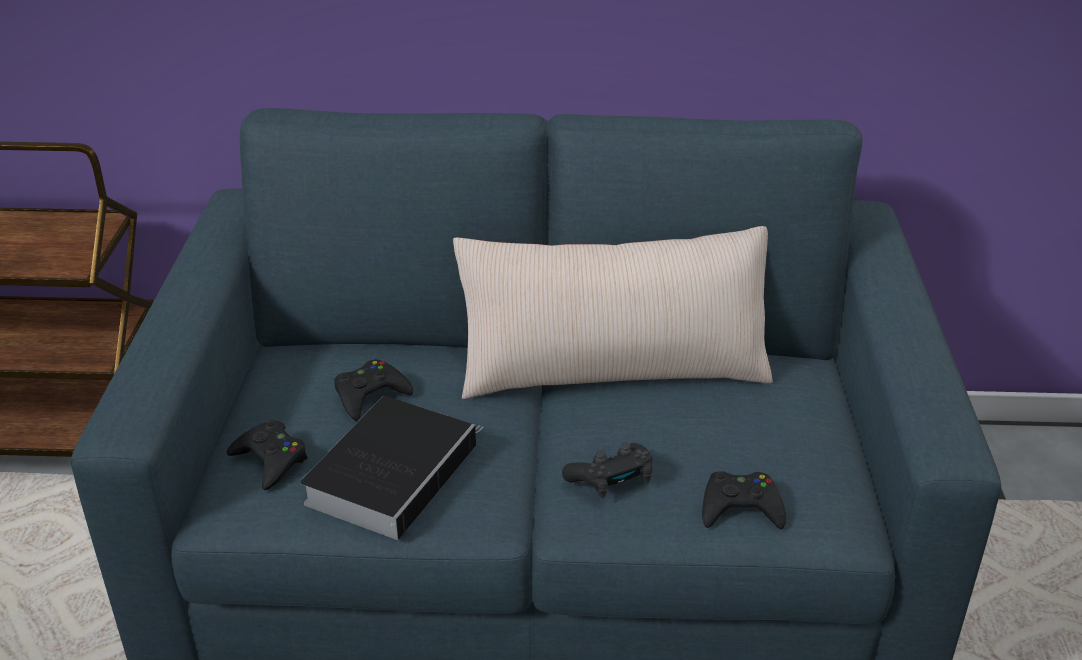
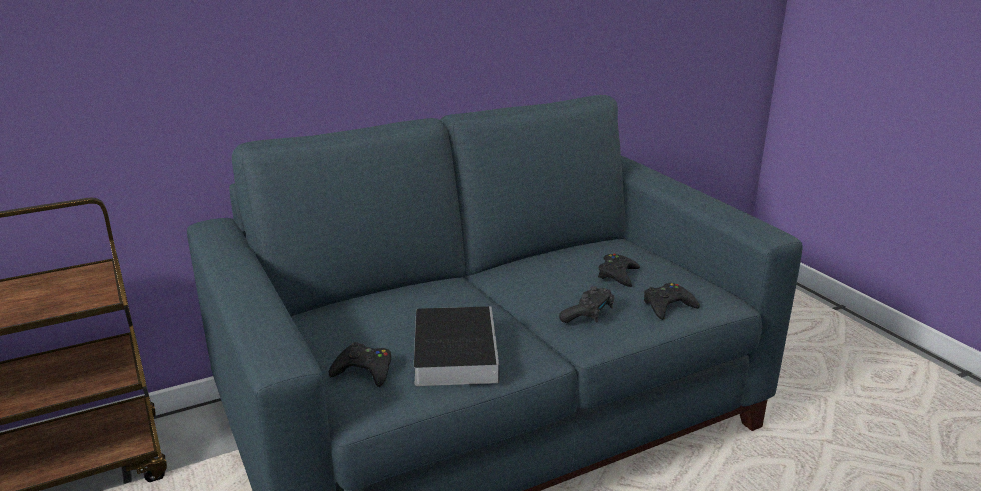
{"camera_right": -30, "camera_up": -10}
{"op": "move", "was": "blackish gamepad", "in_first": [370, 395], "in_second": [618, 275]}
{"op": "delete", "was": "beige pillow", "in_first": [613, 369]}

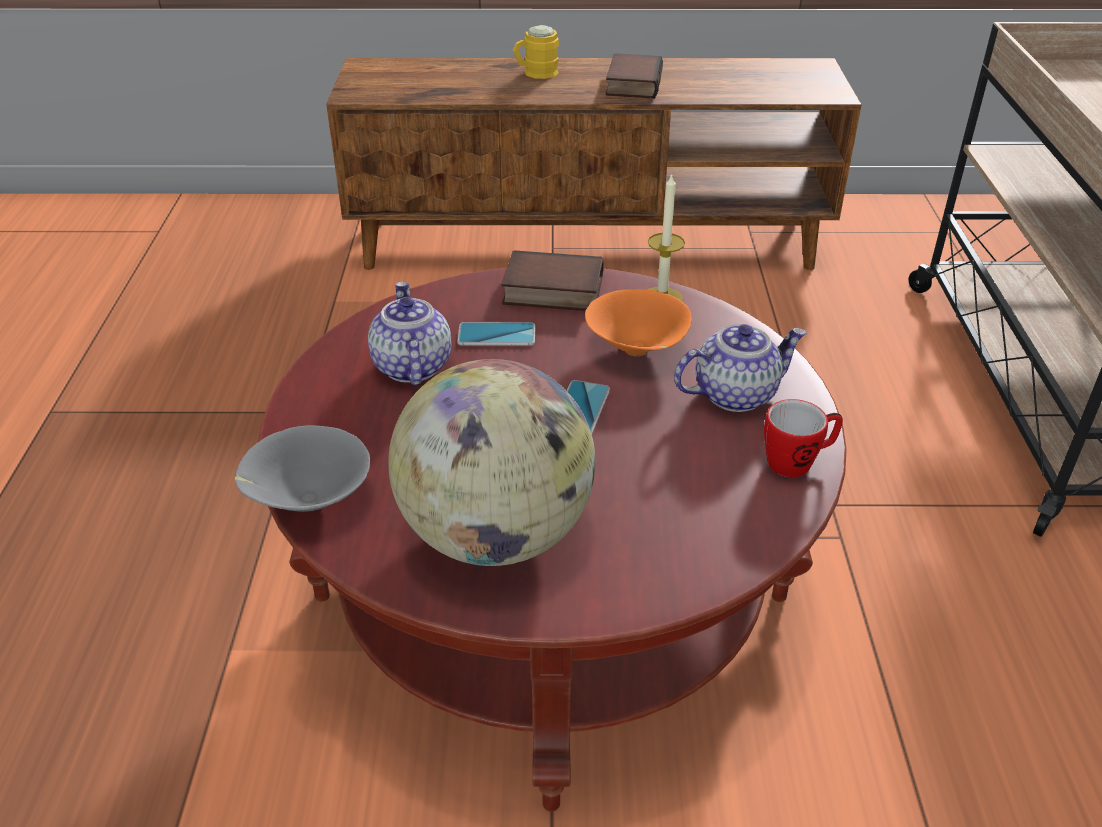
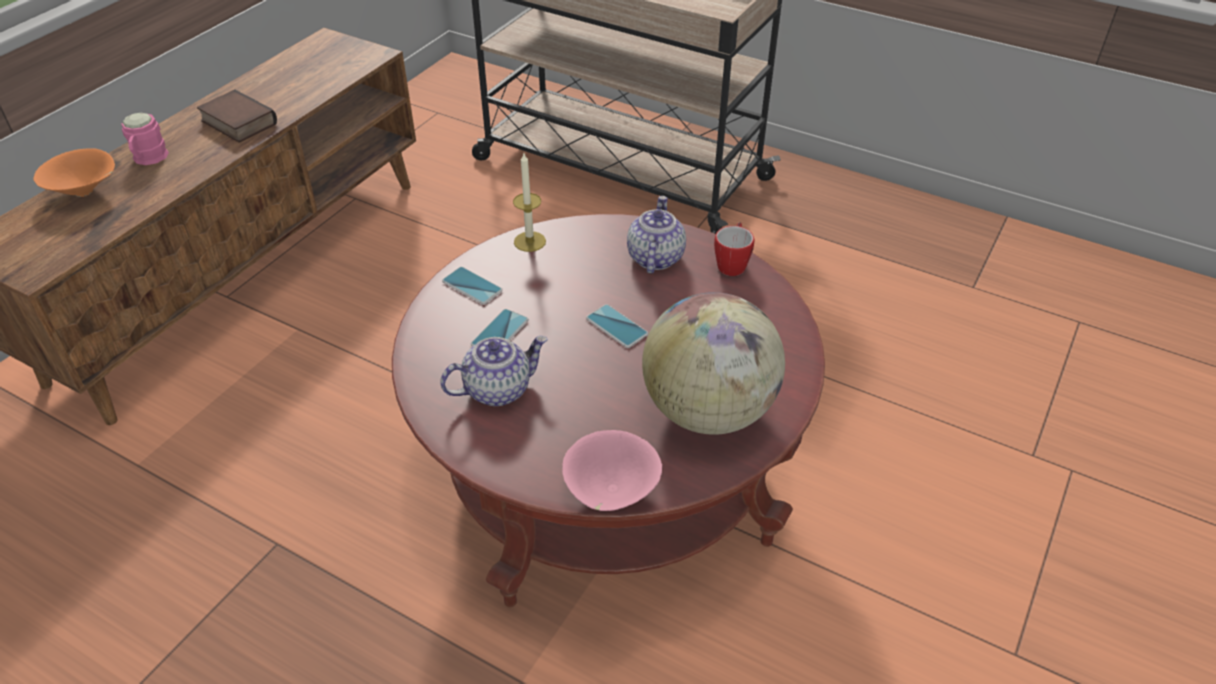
{"camera_right": -60, "camera_up": 5}
{"op": "recolor", "was": "gray bowl", "now": "pink-coloured bowl", "in_first": [307, 501], "in_second": [610, 492]}
{"op": "rotate", "was": "teapot", "in_first": [410, 366], "in_second": [498, 389], "clockwise": 135}
{"op": "replace", "was": "volume", "now": "telephone", "in_first": [551, 292], "in_second": [472, 286]}
{"op": "recolor", "was": "yellow-coloured tea mug", "now": "pink-coloured tea mug", "in_first": [535, 73], "in_second": [148, 159]}
{"op": "move", "was": "orange-coloured bowl", "in_first": [637, 351], "in_second": [85, 192]}

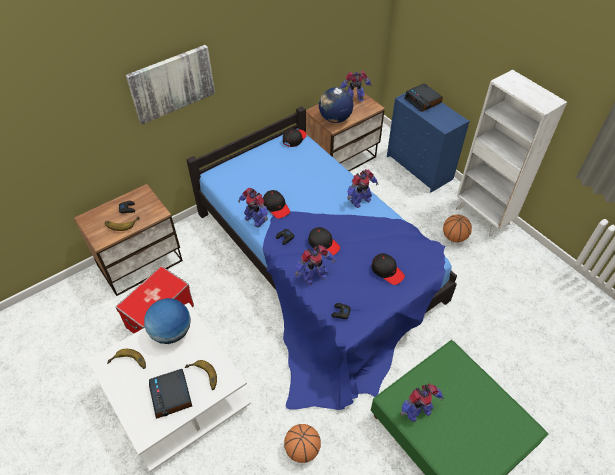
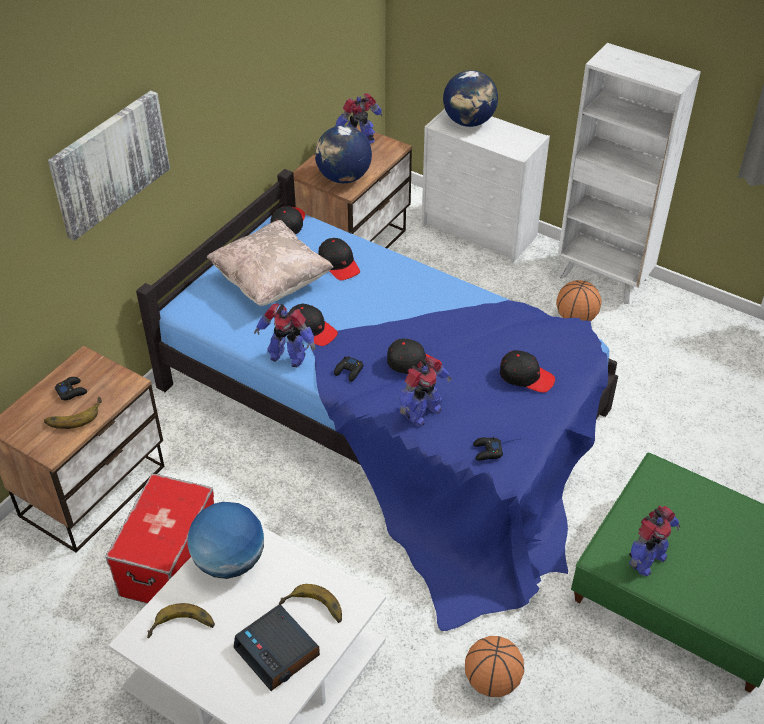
{"camera_right": -20, "camera_up": -5}
{"op": "delete", "was": "toy robot", "in_first": [360, 200]}
{"op": "recolor", "was": "bluish drawer chest", "now": "white drawer chest", "in_first": [420, 168], "in_second": [480, 231]}
{"op": "replace", "was": "alarm clock", "now": "desk globe", "in_first": [423, 101], "in_second": [469, 122]}
{"op": "insert", "now": "beige pillow", "in_second": [271, 282]}
{"op": "insert", "now": "blackish peaked cap", "in_second": [339, 264]}

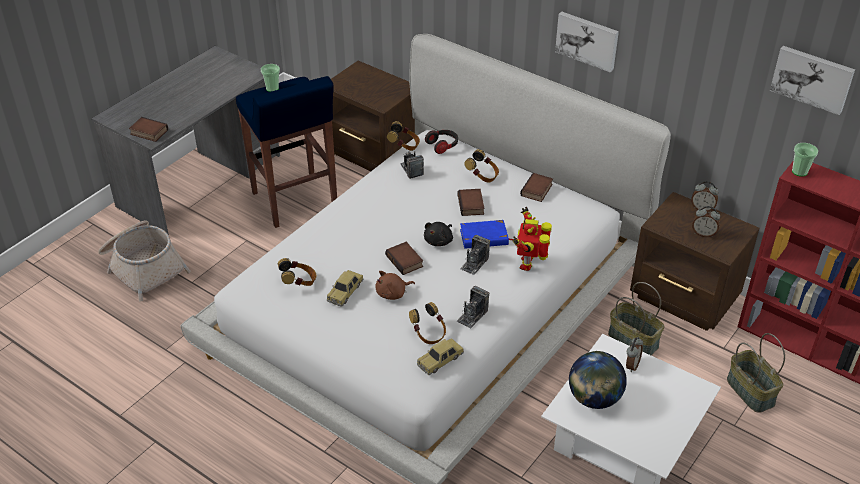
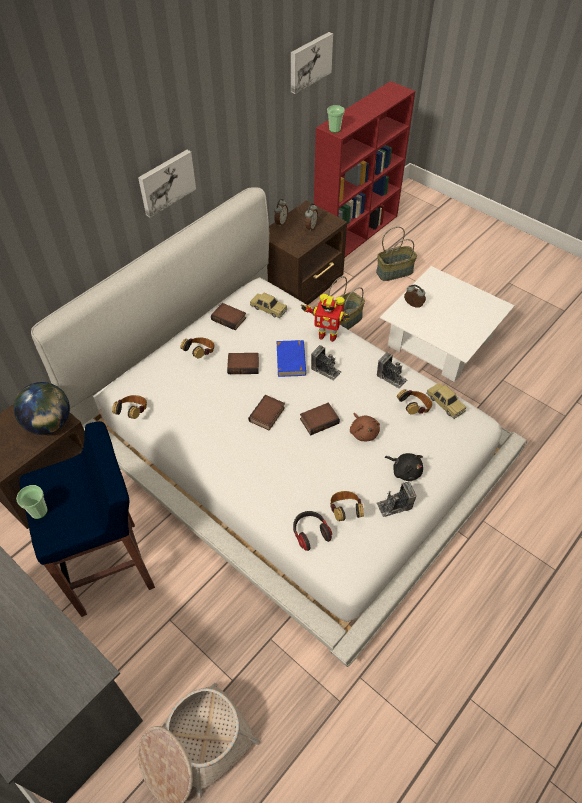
{"camera_right": -85, "camera_up": 10}
{"op": "move", "was": "volume", "in_first": [148, 132], "in_second": [267, 415]}
{"op": "move", "was": "miniature car", "in_first": [345, 292], "in_second": [268, 309]}
{"op": "move", "was": "still camera", "in_first": [411, 170], "in_second": [394, 505]}
{"op": "move", "was": "blackish plush toy", "in_first": [439, 241], "in_second": [405, 471]}
{"op": "move", "was": "headphones", "in_first": [443, 145], "in_second": [310, 533]}
{"op": "move", "was": "desk globe", "in_first": [594, 398], "in_second": [49, 424]}

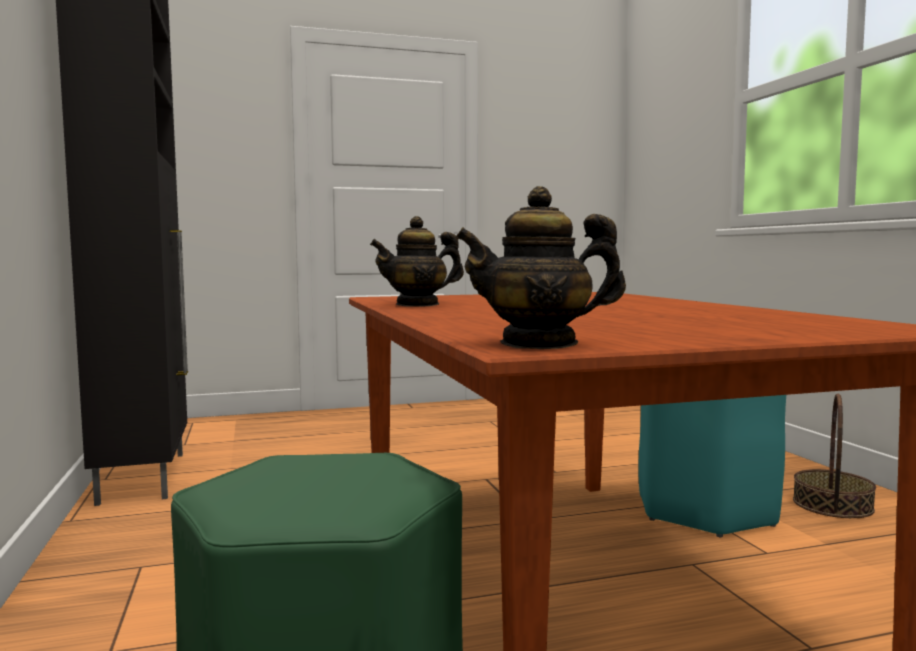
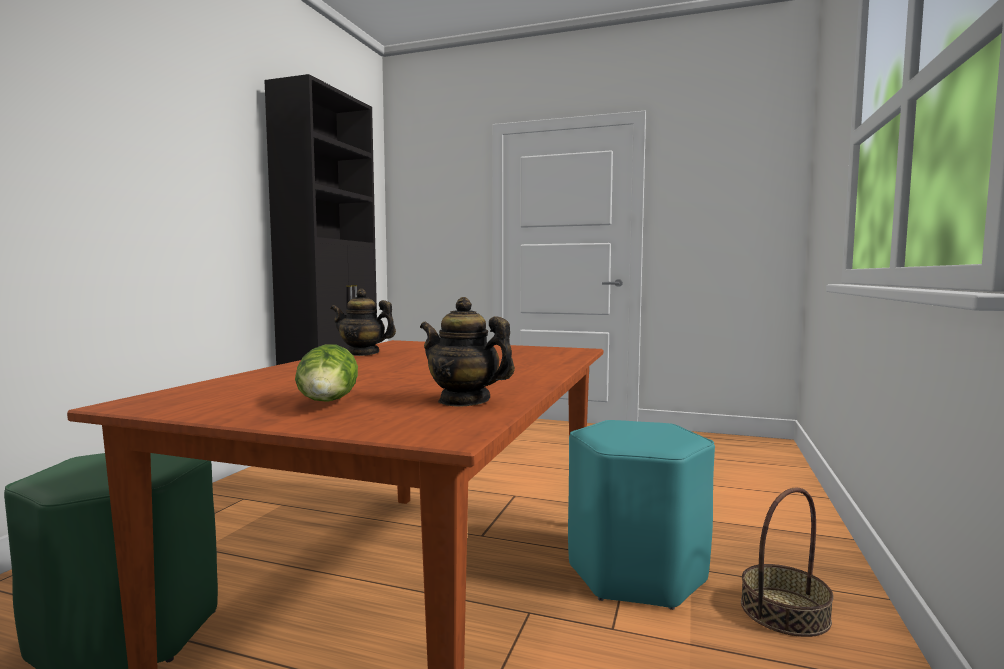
{"camera_right": 35, "camera_up": 0}
{"op": "move", "was": "teapot", "in_first": [539, 344], "in_second": [464, 401]}
{"op": "insert", "now": "lettuce", "in_second": [328, 403]}

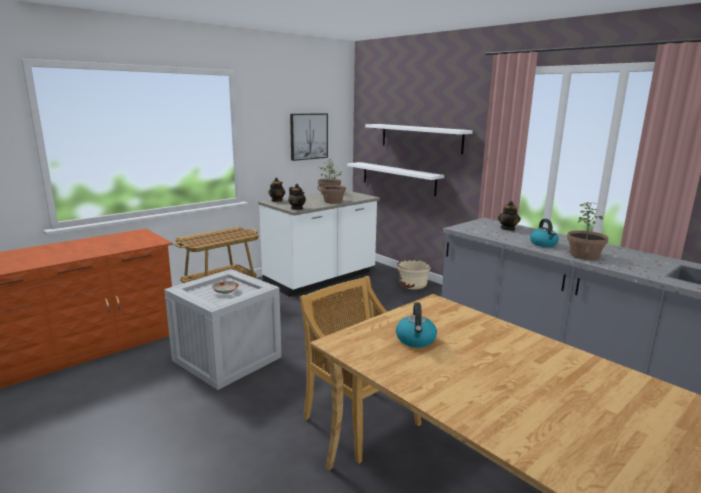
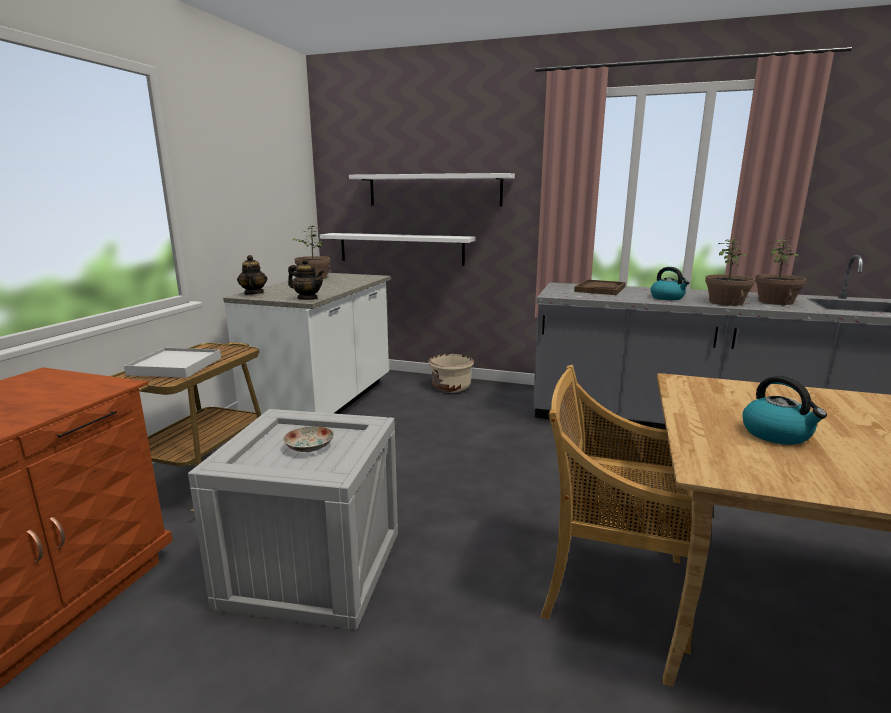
{"camera_right": -30, "camera_up": 0}
{"op": "delete", "was": "wall picture", "in_first": [308, 136]}
{"op": "move", "was": "potted plant", "in_first": [333, 201], "in_second": [776, 301]}
{"op": "replace", "was": "teapot", "now": "brown tray", "in_first": [508, 228], "in_second": [600, 289]}
{"op": "insert", "now": "white tray", "in_second": [175, 366]}

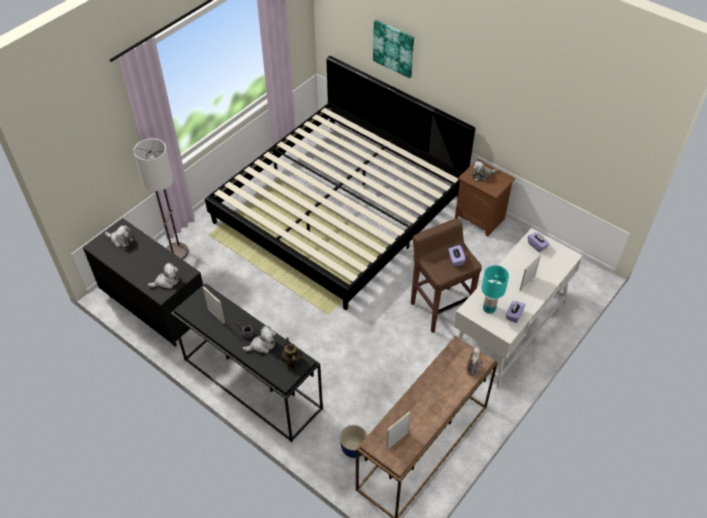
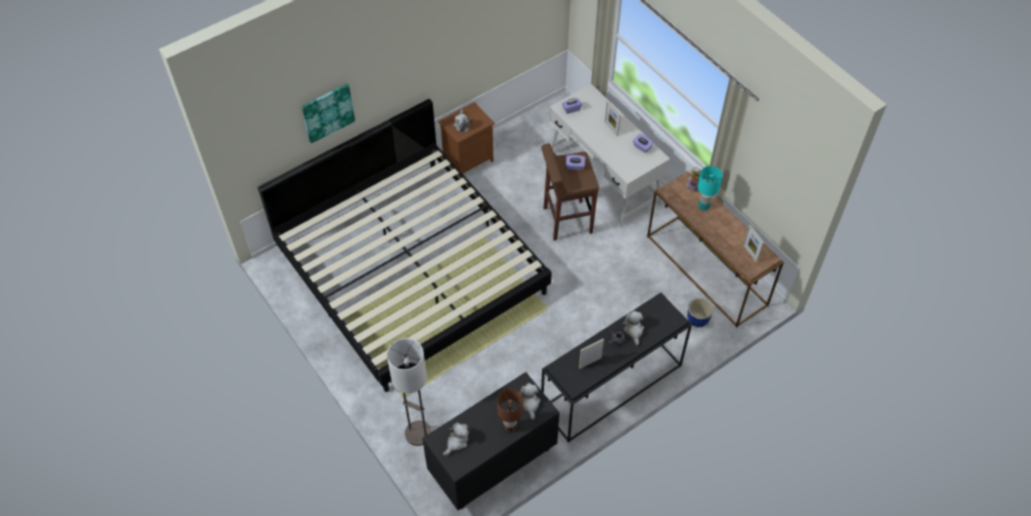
{"camera_right": -75, "camera_up": 5}
{"op": "delete", "was": "teapot", "in_first": [291, 361]}
{"op": "move", "was": "blue-green tabletop lamp", "in_first": [489, 309], "in_second": [704, 205]}
{"op": "insert", "now": "brown tabletop lamp", "in_second": [509, 426]}

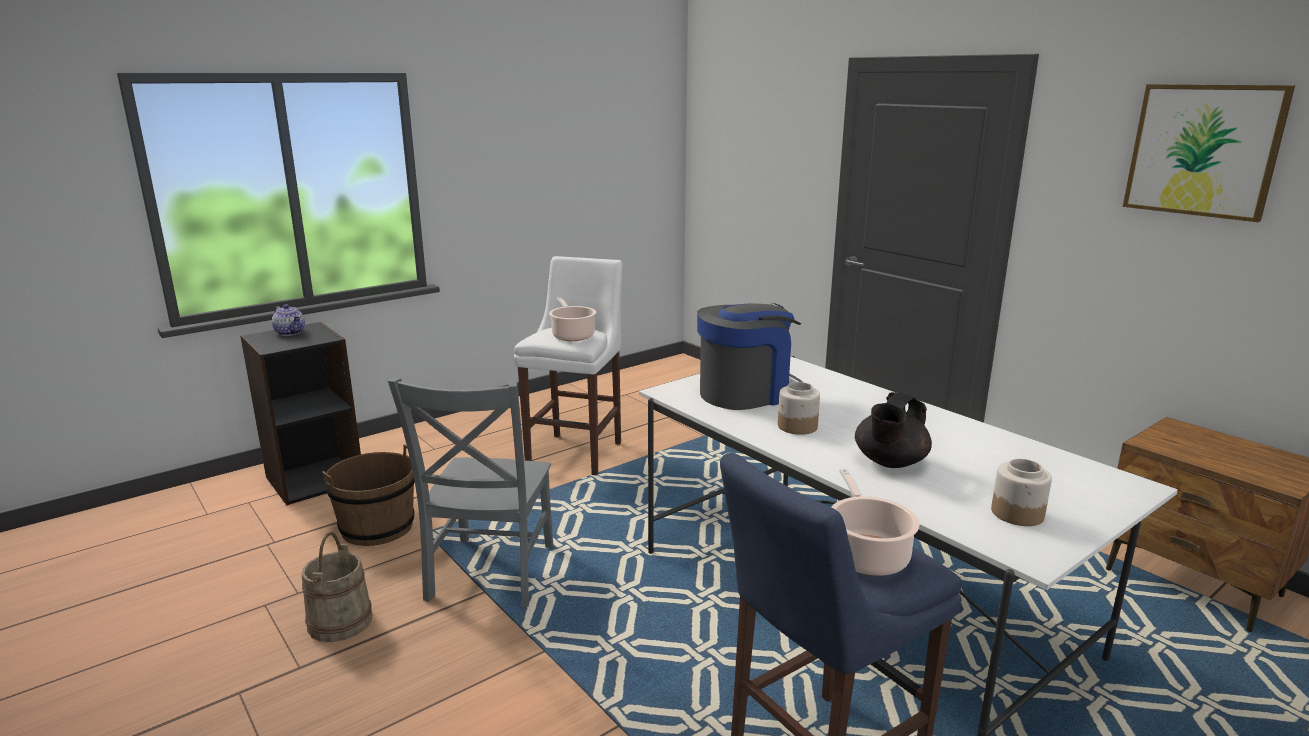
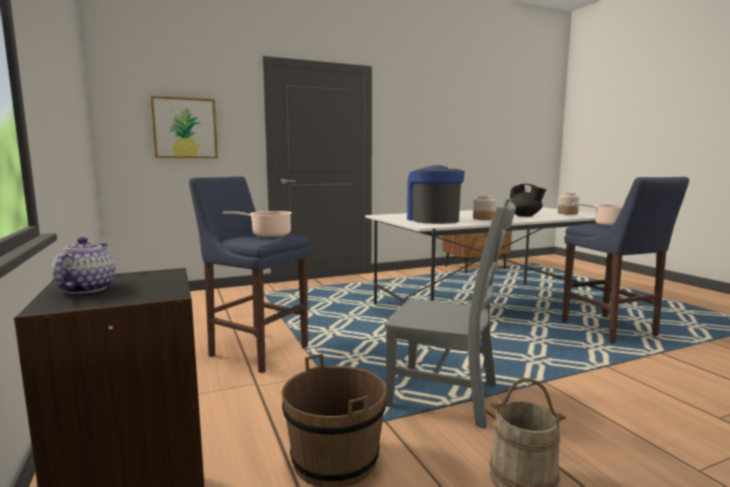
{"camera_right": -75, "camera_up": -10}
{"op": "rotate", "was": "teapot", "in_first": [290, 332], "in_second": [86, 289], "clockwise": -60}
{"op": "recolor", "was": "white stool", "now": "bluish stool", "in_first": [577, 452], "in_second": [255, 350]}
{"op": "move", "was": "wall picture", "in_first": [1203, 150], "in_second": [185, 128]}

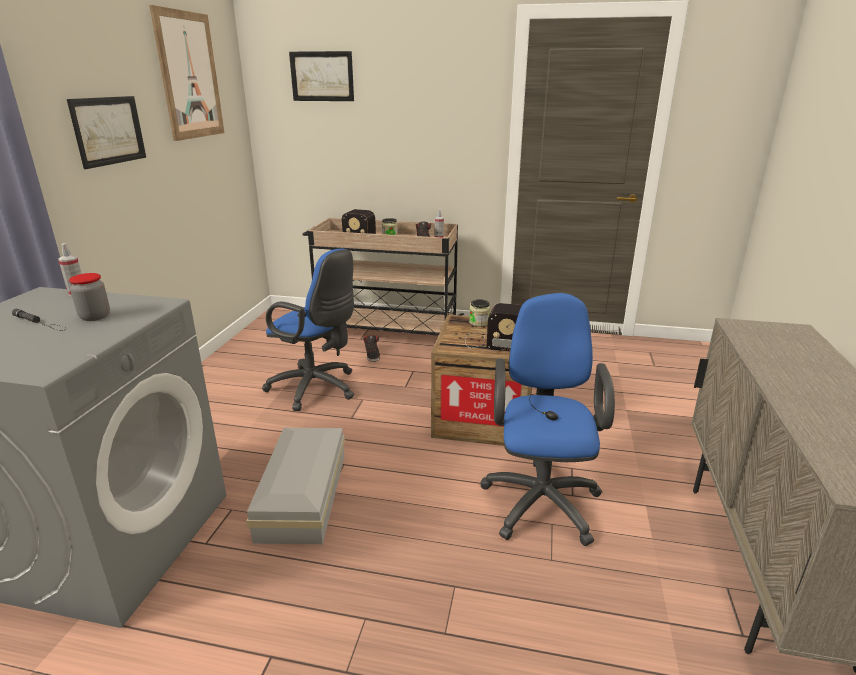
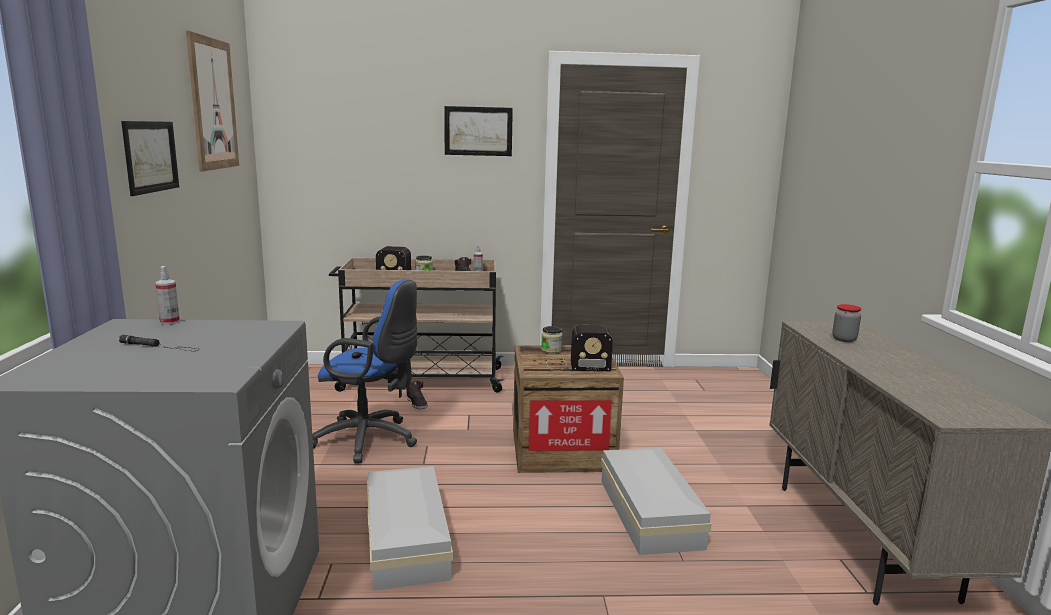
{"camera_right": -15, "camera_up": -10}
{"op": "move", "was": "preserve jar", "in_first": [95, 317], "in_second": [844, 339]}
{"op": "move", "was": "wall picture", "in_first": [322, 76], "in_second": [478, 131]}
{"op": "replace", "was": "bluish computer chair", "now": "white storage container", "in_first": [541, 498], "in_second": [650, 511]}

